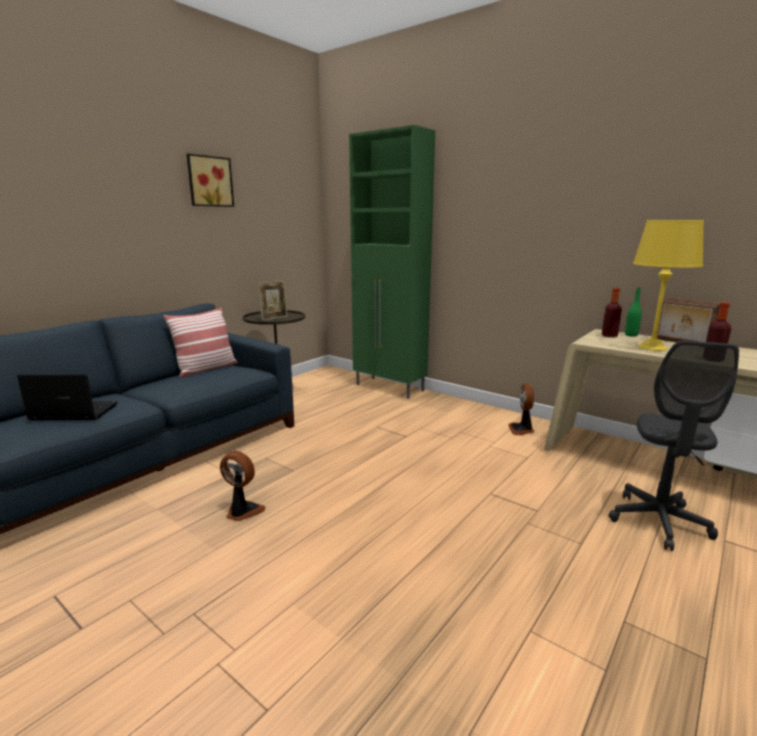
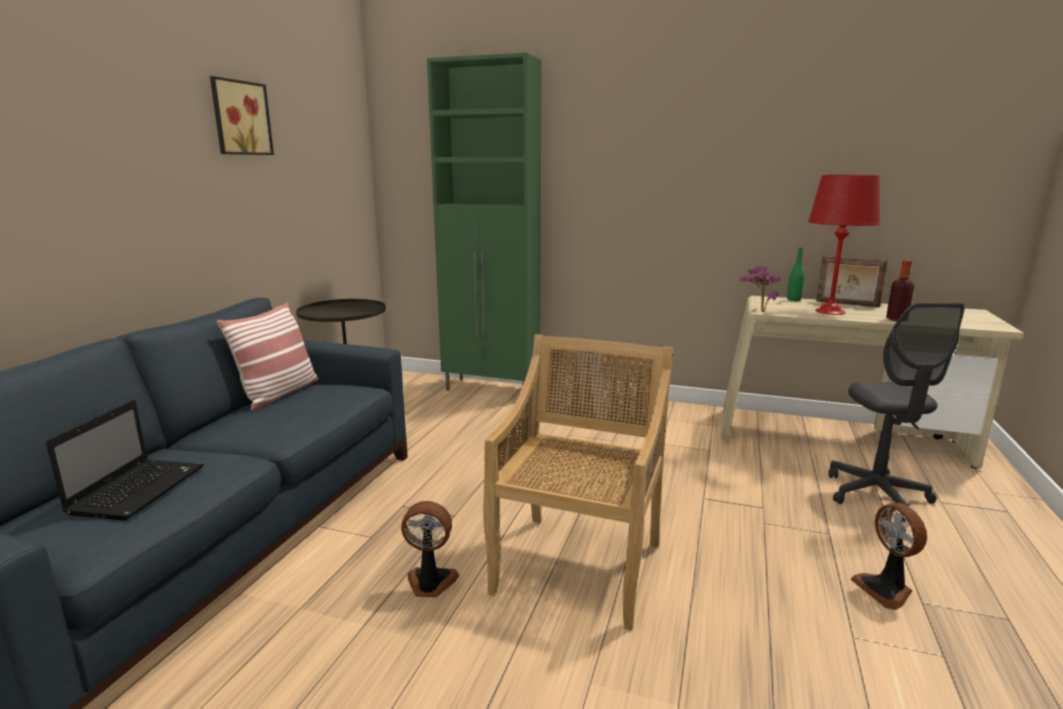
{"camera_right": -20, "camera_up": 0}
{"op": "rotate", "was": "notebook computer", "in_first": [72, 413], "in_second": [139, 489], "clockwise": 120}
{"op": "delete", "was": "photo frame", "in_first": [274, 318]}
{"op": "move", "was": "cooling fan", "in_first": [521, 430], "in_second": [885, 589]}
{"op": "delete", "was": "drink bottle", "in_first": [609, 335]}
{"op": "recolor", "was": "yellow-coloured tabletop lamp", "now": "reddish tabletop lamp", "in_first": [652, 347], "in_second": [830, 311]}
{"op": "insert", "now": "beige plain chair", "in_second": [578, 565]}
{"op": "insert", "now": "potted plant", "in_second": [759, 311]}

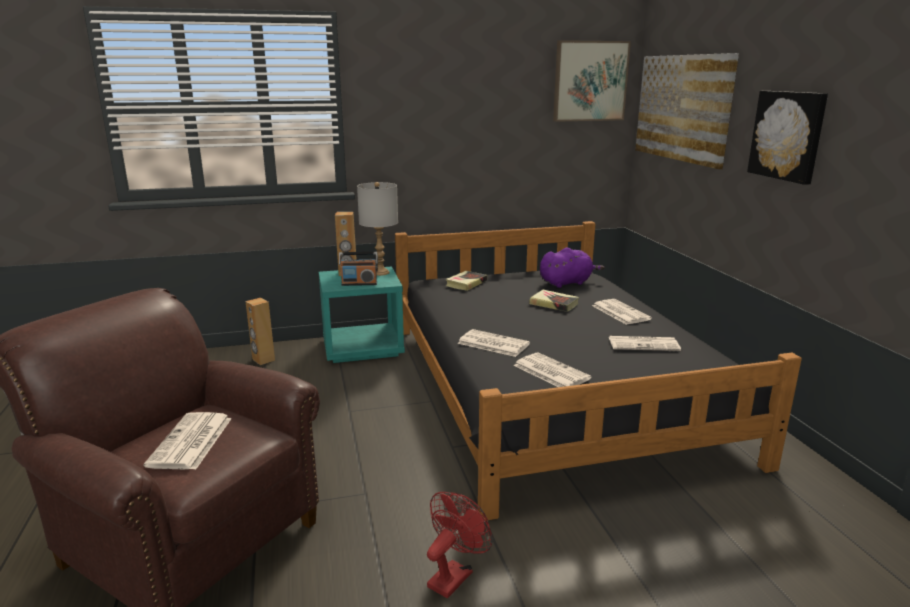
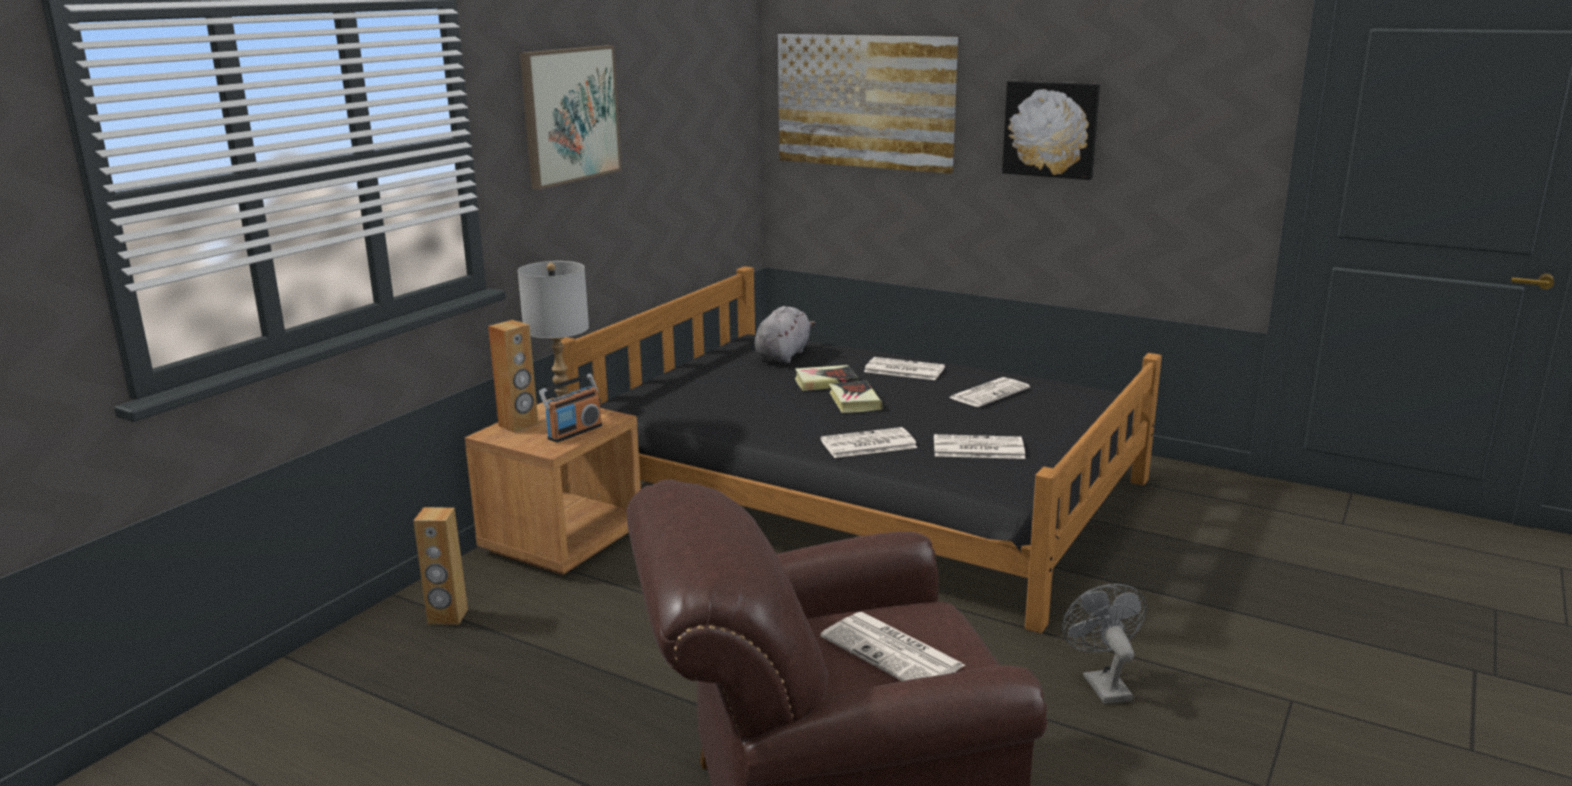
{"camera_right": -45, "camera_up": 0}
{"op": "recolor", "was": "blue-green night table", "now": "brown night table", "in_first": [363, 348], "in_second": [562, 540]}
{"op": "recolor", "was": "reddish cooling fan", "now": "gray cooling fan", "in_first": [454, 575], "in_second": [1102, 683]}
{"op": "move", "was": "volume", "in_first": [466, 283], "in_second": [854, 401]}
{"op": "recolor", "was": "purple-coloured plush toy", "now": "gray plush toy", "in_first": [567, 283], "in_second": [783, 355]}
{"op": "move", "was": "wall picture", "in_first": [590, 81], "in_second": [570, 115]}

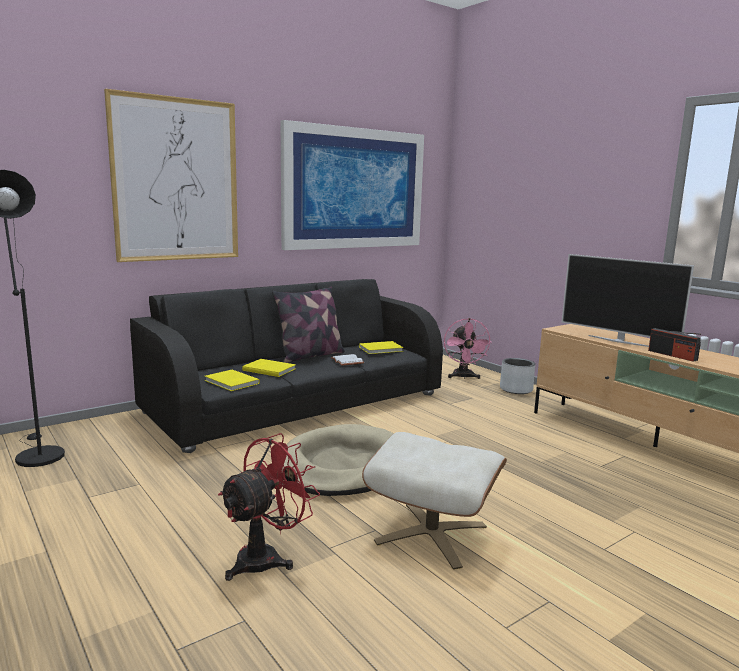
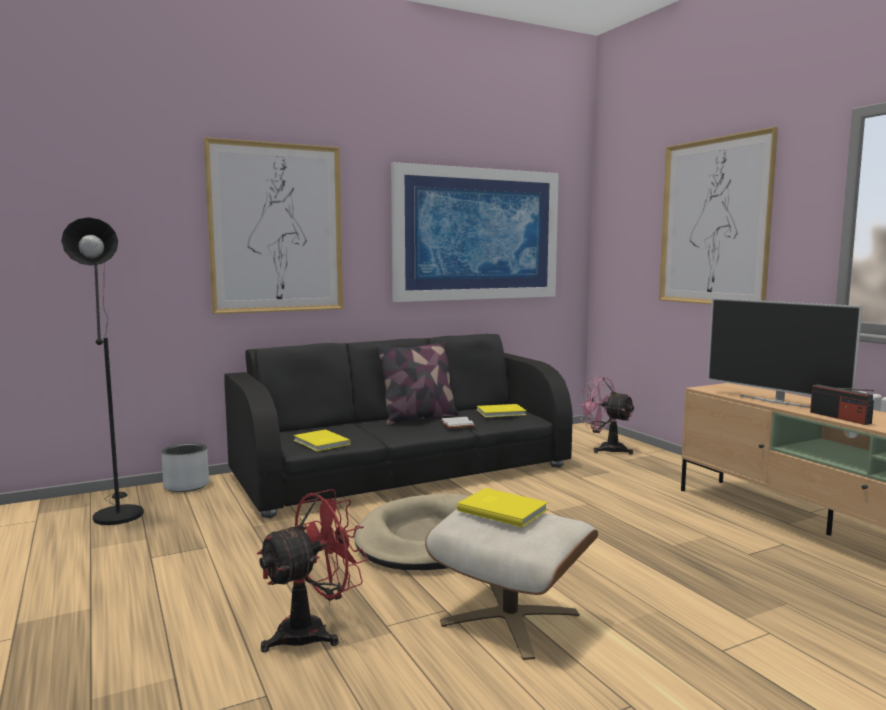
{"camera_right": 10, "camera_up": -5}
{"op": "move", "was": "yellow-coloured volume", "in_first": [269, 369], "in_second": [502, 509]}
{"op": "rotate", "was": "pink-coloured cooling fan", "in_first": [463, 377], "in_second": [606, 449], "clockwise": 120}
{"op": "move", "was": "gray flower pot", "in_first": [516, 389], "in_second": [186, 485]}
{"op": "insert", "now": "wall picture", "in_second": [714, 222]}

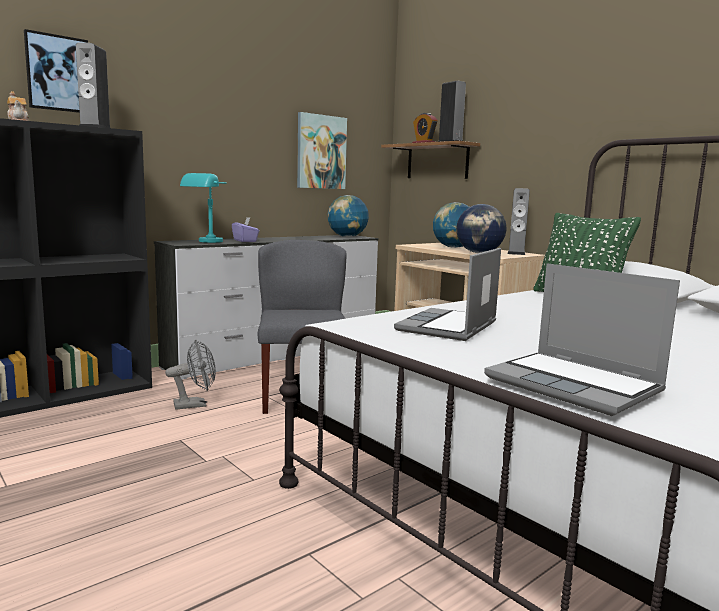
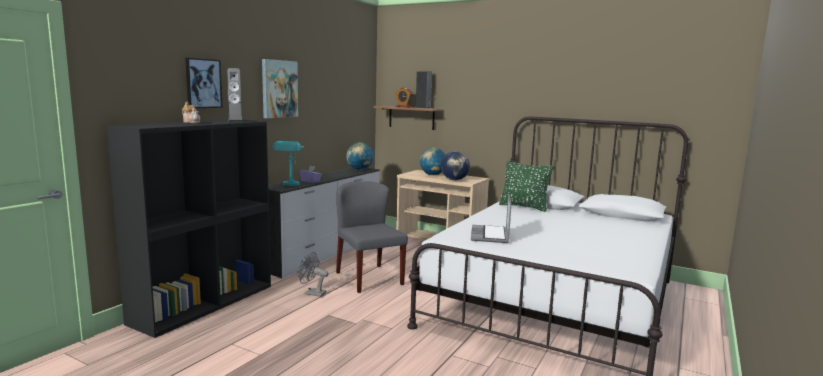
{"camera_right": -20, "camera_up": 0}
{"op": "rotate", "was": "gray cooling fan", "in_first": [195, 404], "in_second": [312, 293], "clockwise": -120}
{"op": "move", "was": "wall picture", "in_first": [321, 152], "in_second": [279, 89]}
{"op": "delete", "was": "notebook computer", "in_first": [575, 385]}
{"op": "delete", "was": "audio speaker", "in_first": [516, 253]}

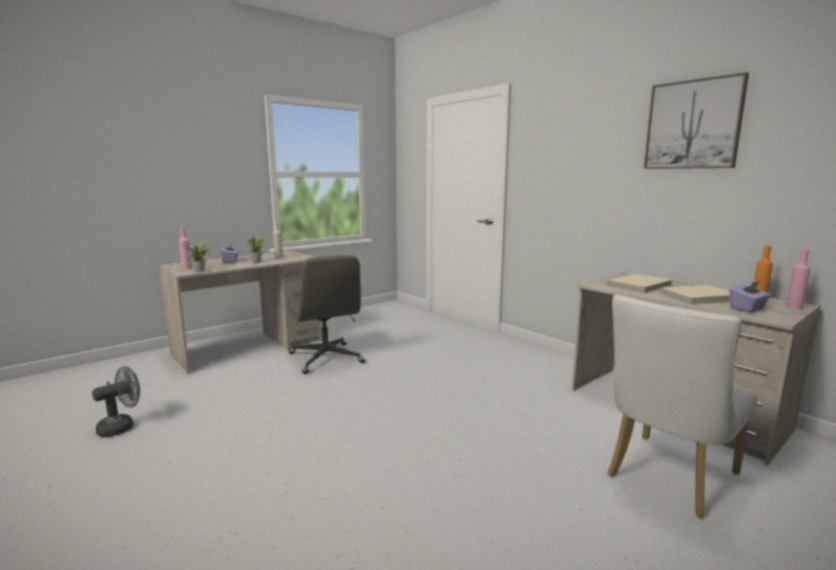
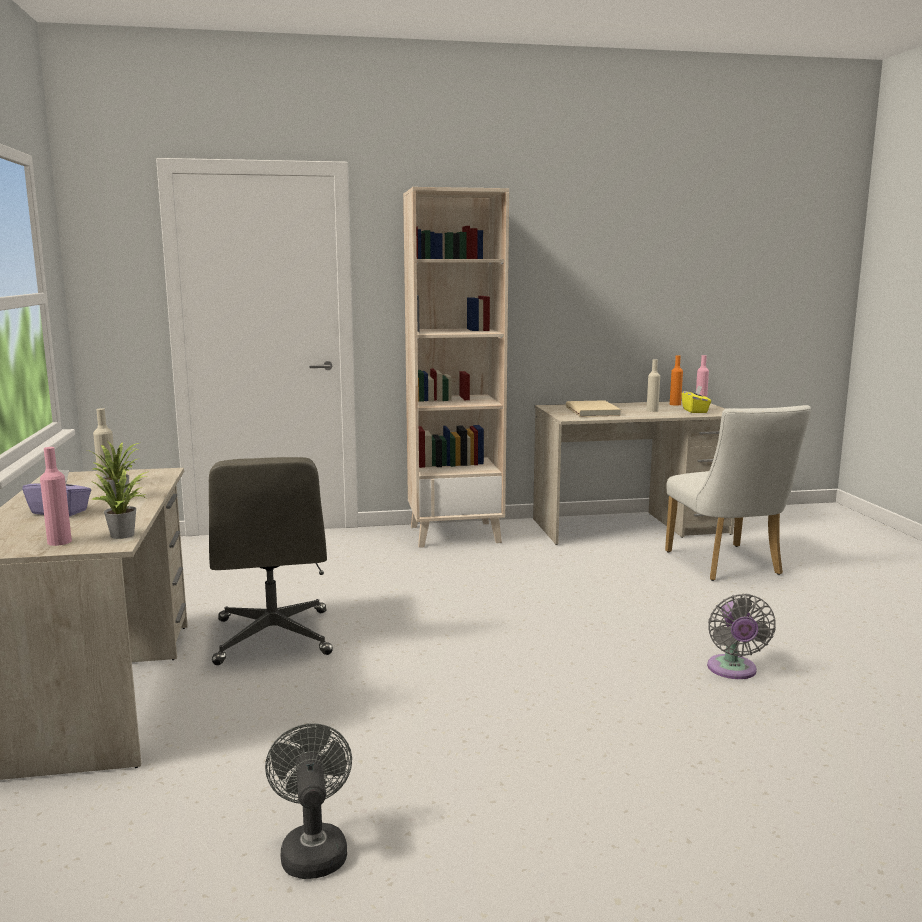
{"camera_right": -60, "camera_up": 0}
{"op": "rotate", "was": "gray computer chair", "in_first": [326, 358], "in_second": [273, 638], "clockwise": 75}
{"op": "delete", "was": "wall picture", "in_first": [693, 125]}
{"op": "replace", "was": "beige volume", "now": "beige drink bottle", "in_first": [700, 298], "in_second": [652, 410]}
{"op": "recolor", "was": "purple-coloured tissue holder", "now": "yellow-coloured tissue holder", "in_first": [747, 309], "in_second": [695, 411]}
{"op": "insert", "now": "beige shelving unit", "in_second": [455, 534]}
{"op": "insert", "now": "gray cooling fan", "in_second": [733, 670]}

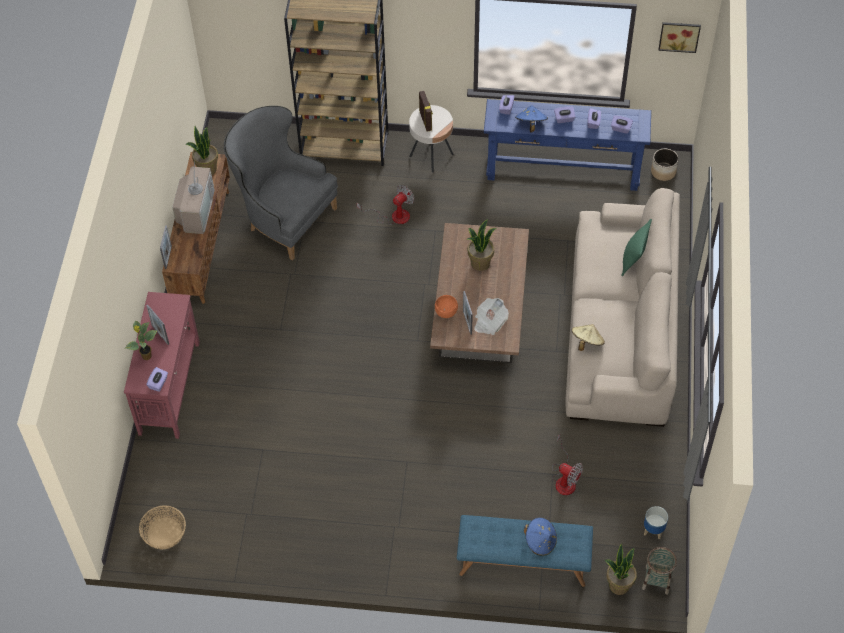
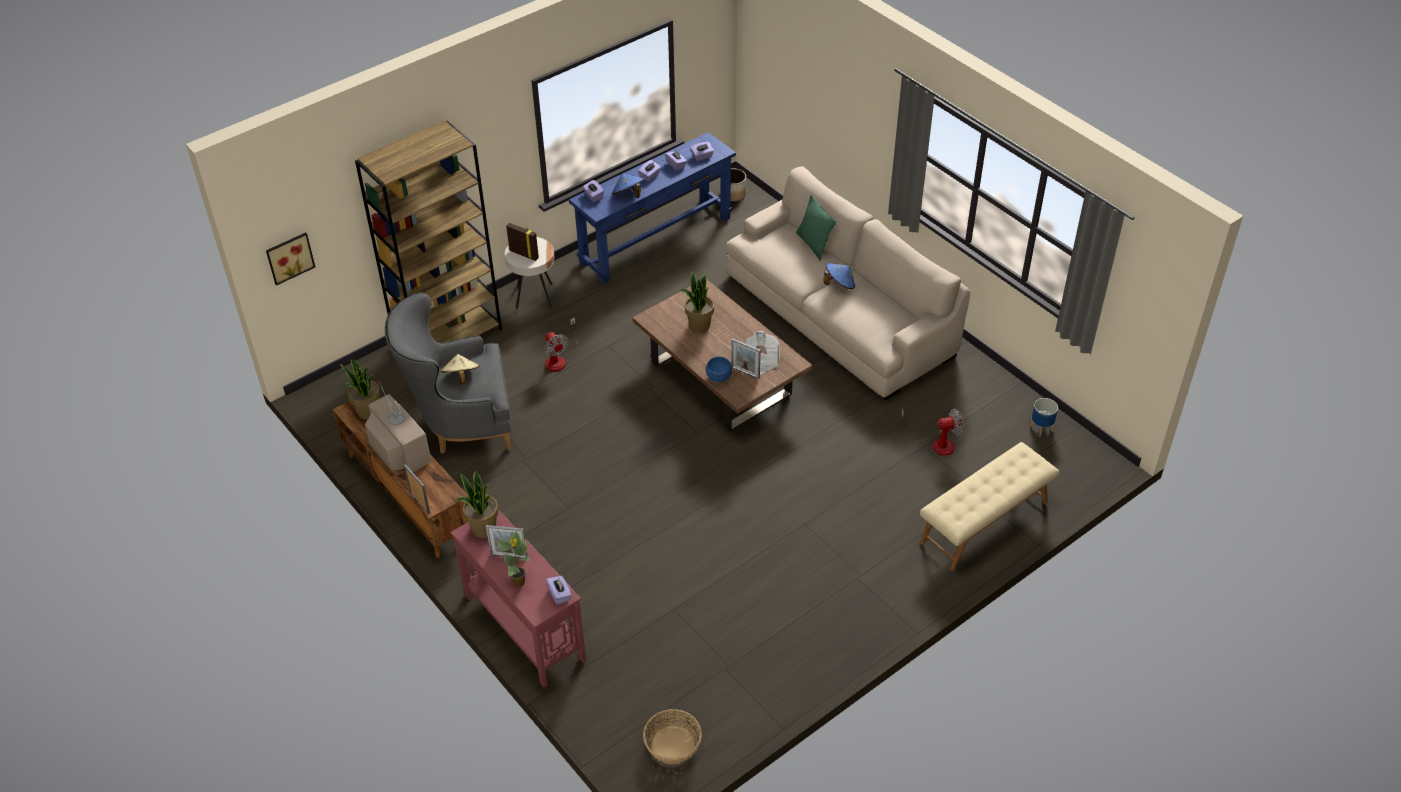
{"camera_right": -45, "camera_up": -10}
{"op": "rotate", "was": "cooling fan", "in_first": [393, 216], "in_second": [559, 359], "clockwise": 150}
{"op": "recolor", "was": "orange-coloured bowl", "now": "bluish bowl", "in_first": [446, 312], "in_second": [718, 377]}
{"op": "recolor", "was": "bluish indoor bench", "now": "beige indoor bench", "in_first": [523, 562], "in_second": [984, 523]}
{"op": "move", "was": "bluish hat", "in_first": [540, 541], "in_second": [839, 284]}
{"op": "move", "was": "beige hat", "in_first": [586, 342], "in_second": [461, 377]}
{"op": "move", "was": "potted plant", "in_first": [618, 585], "in_second": [483, 528]}
{"op": "delete", "was": "household basket", "in_first": [657, 580]}
{"op": "move", "was": "wall picture", "in_first": [679, 35], "in_second": [289, 257]}

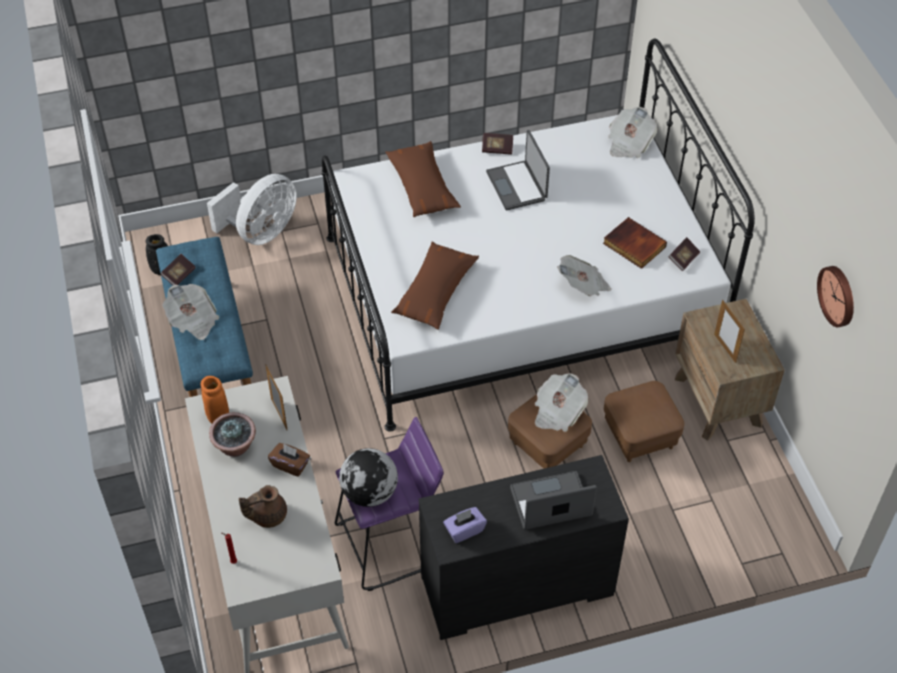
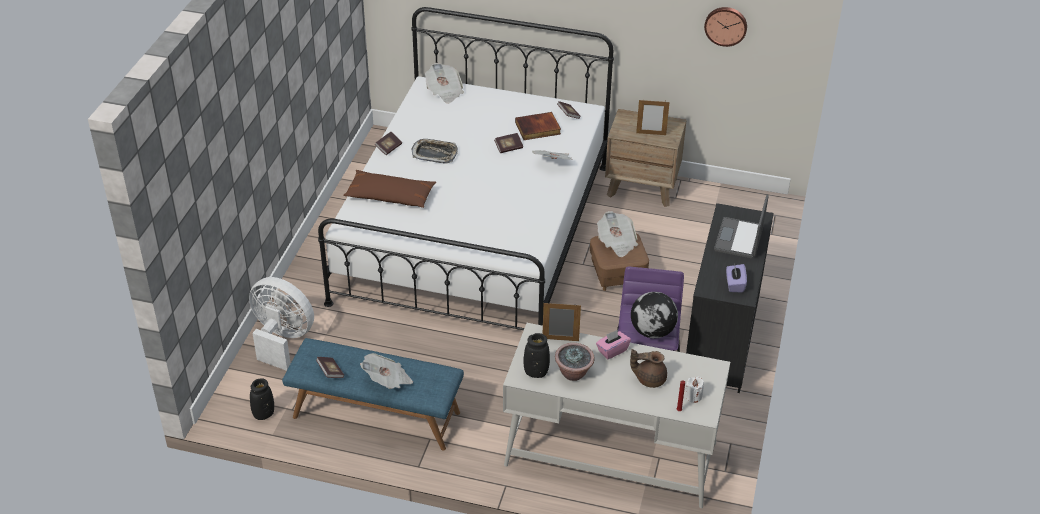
{"camera_right": -60, "camera_up": -10}
{"op": "recolor", "was": "orange-coloured flower vase", "now": "blackish flower vase", "in_first": [218, 416], "in_second": [536, 372]}
{"op": "rotate", "was": "white cooling fan", "in_first": [261, 232], "in_second": [282, 340], "clockwise": -45}
{"op": "rotate", "was": "brown teapot", "in_first": [267, 515], "in_second": [649, 379], "clockwise": 90}
{"op": "recolor", "was": "brown tissue holder", "now": "pink-coloured tissue holder", "in_first": [290, 465], "in_second": [612, 350]}
{"op": "delete", "was": "brown pillow", "in_first": [435, 292]}
{"op": "replace", "was": "notebook computer", "now": "tray", "in_first": [517, 186], "in_second": [434, 154]}
{"op": "delete", "was": "brown ottoman", "in_first": [639, 436]}
{"op": "insert", "now": "volume", "in_second": [508, 148]}
{"op": "insert", "now": "white wax light", "in_second": [693, 396]}

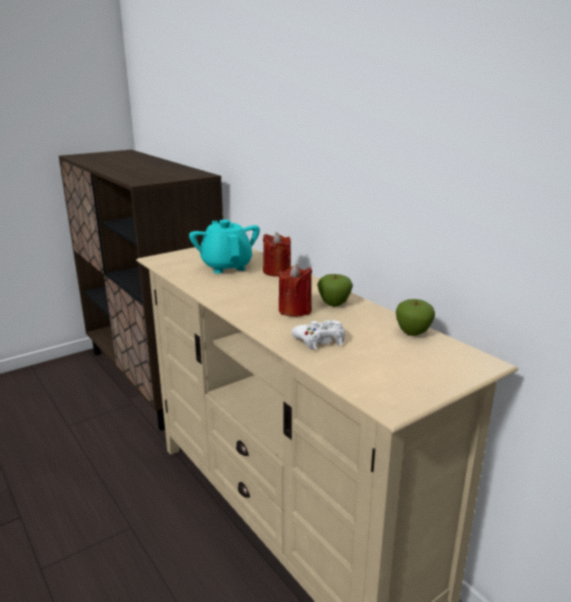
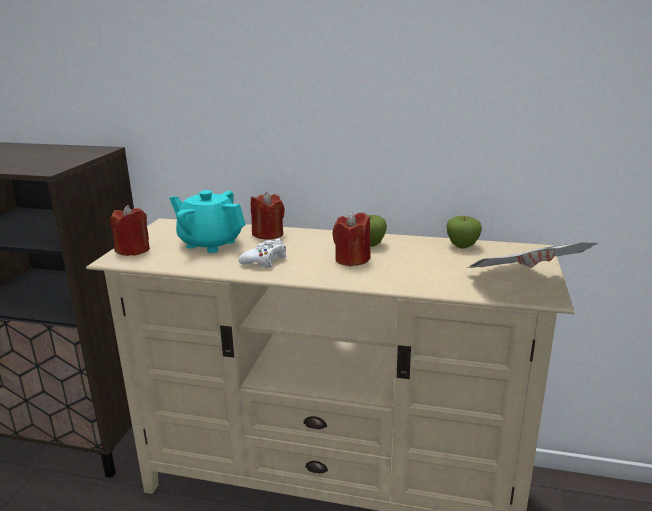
{"camera_right": -40, "camera_up": 0}
{"op": "move", "was": "white gamepad", "in_first": [320, 340], "in_second": [265, 260]}
{"op": "insert", "now": "reddish wax light", "in_second": [133, 250]}
{"op": "insert", "now": "newspaper", "in_second": [524, 285]}

